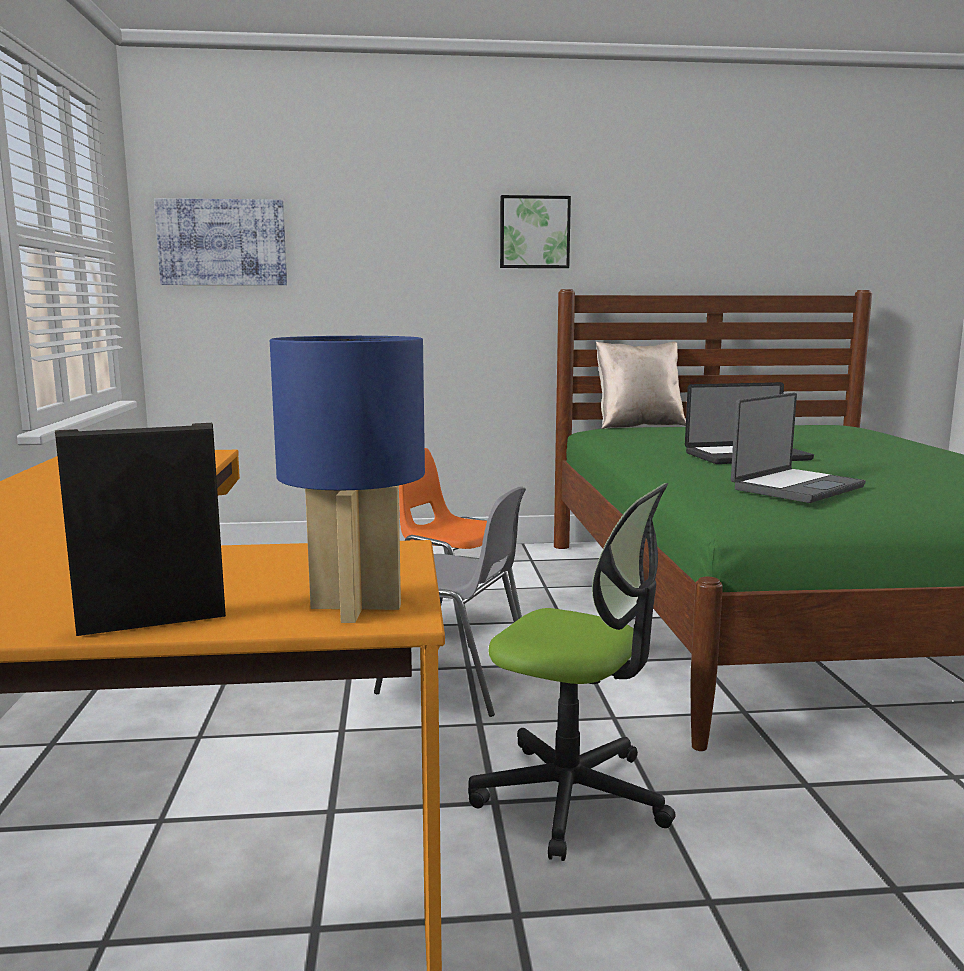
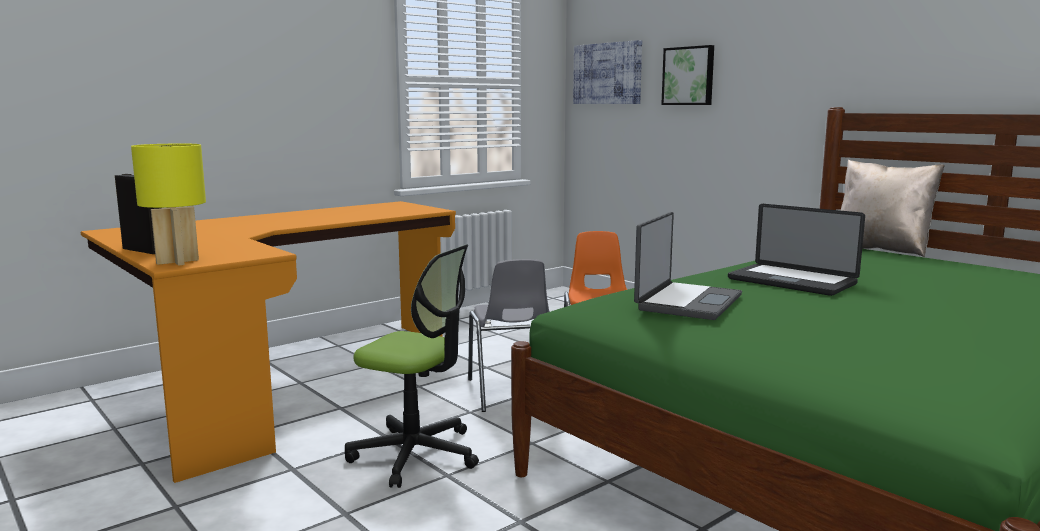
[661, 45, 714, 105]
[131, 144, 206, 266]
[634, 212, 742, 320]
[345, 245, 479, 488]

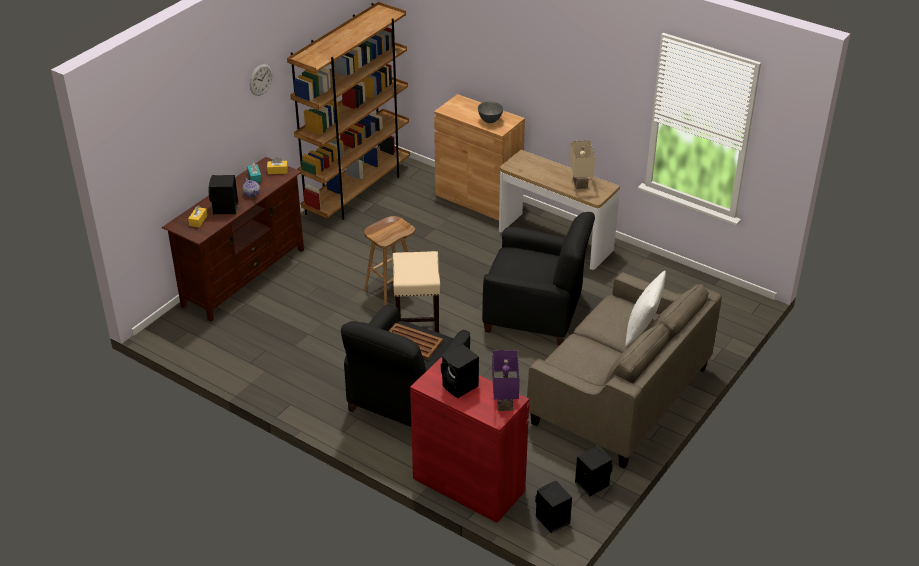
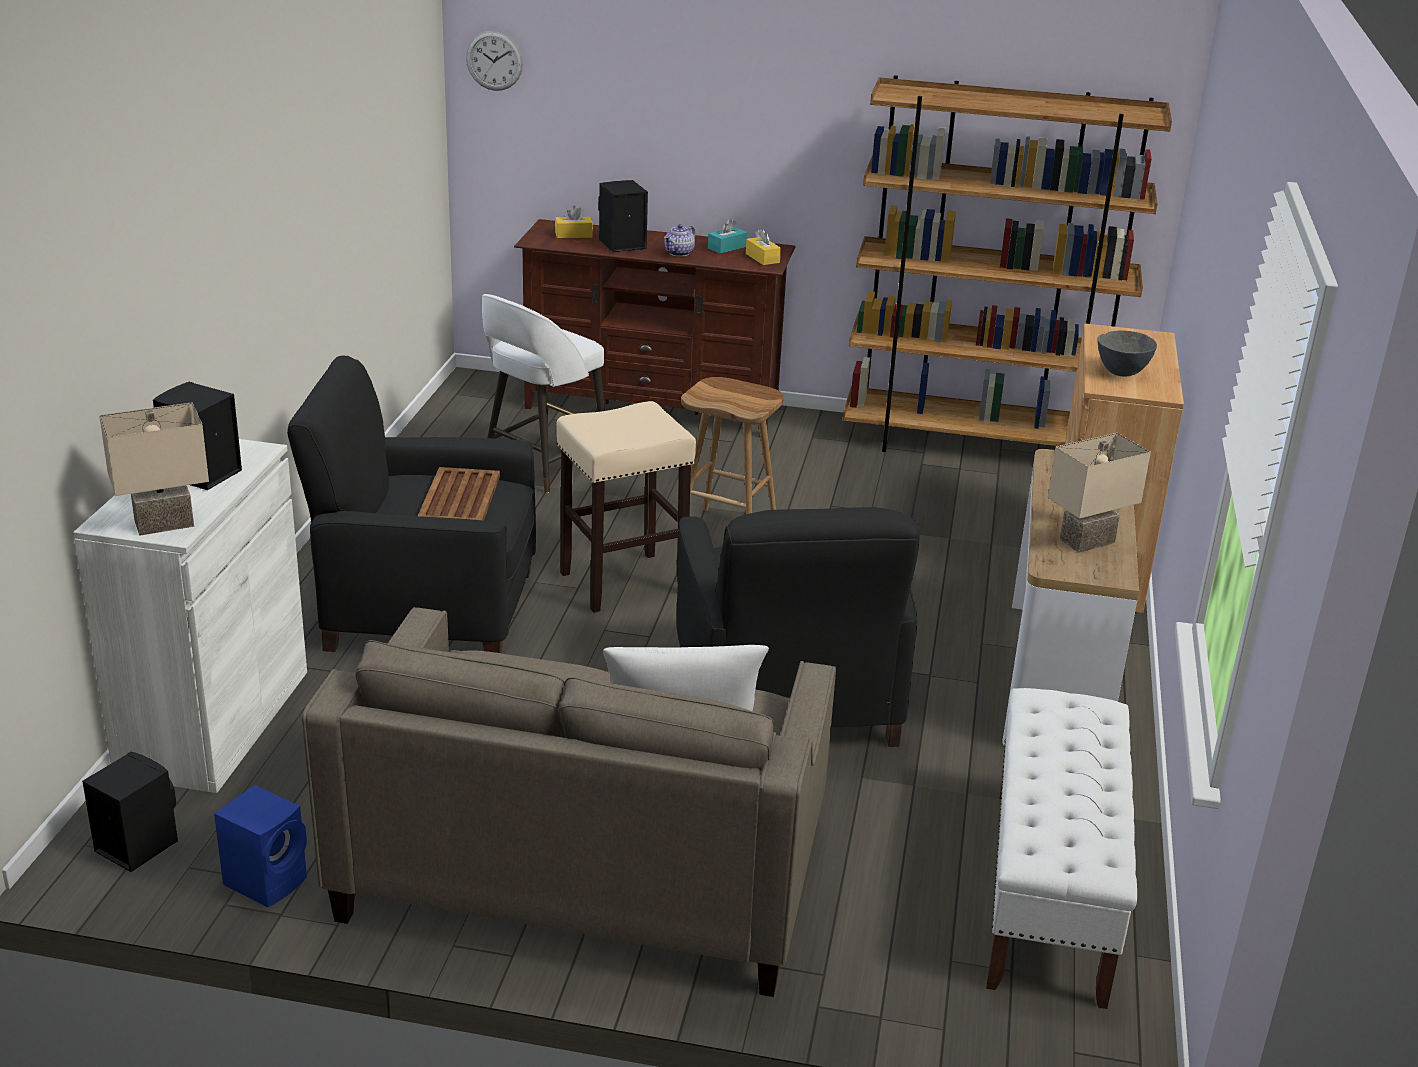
[466, 31, 523, 91]
[99, 402, 209, 536]
[73, 439, 307, 793]
[214, 785, 307, 908]
[482, 294, 605, 493]
[986, 688, 1137, 1009]

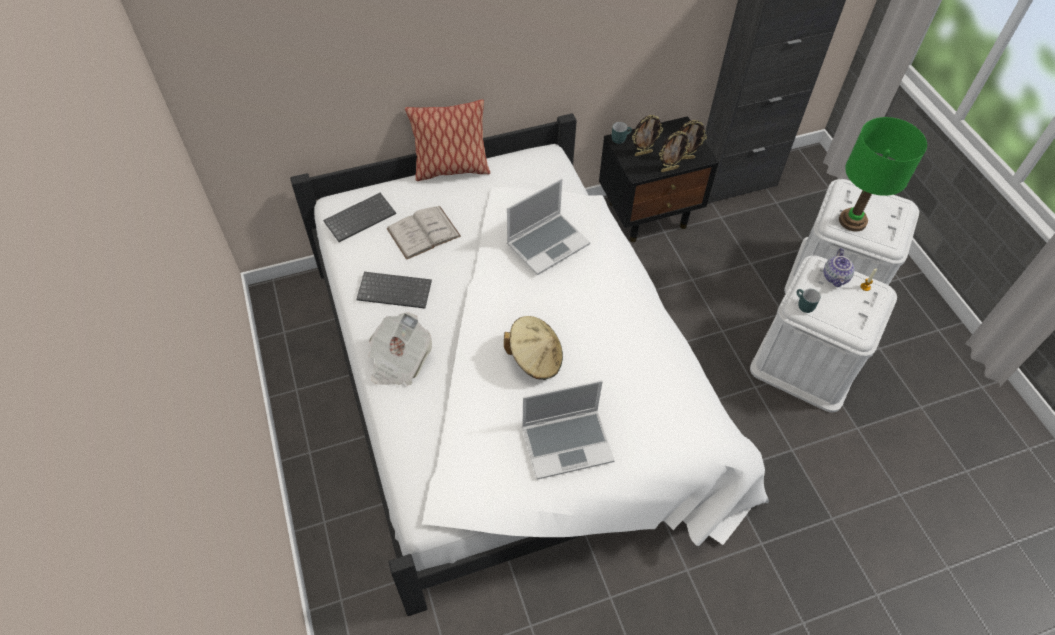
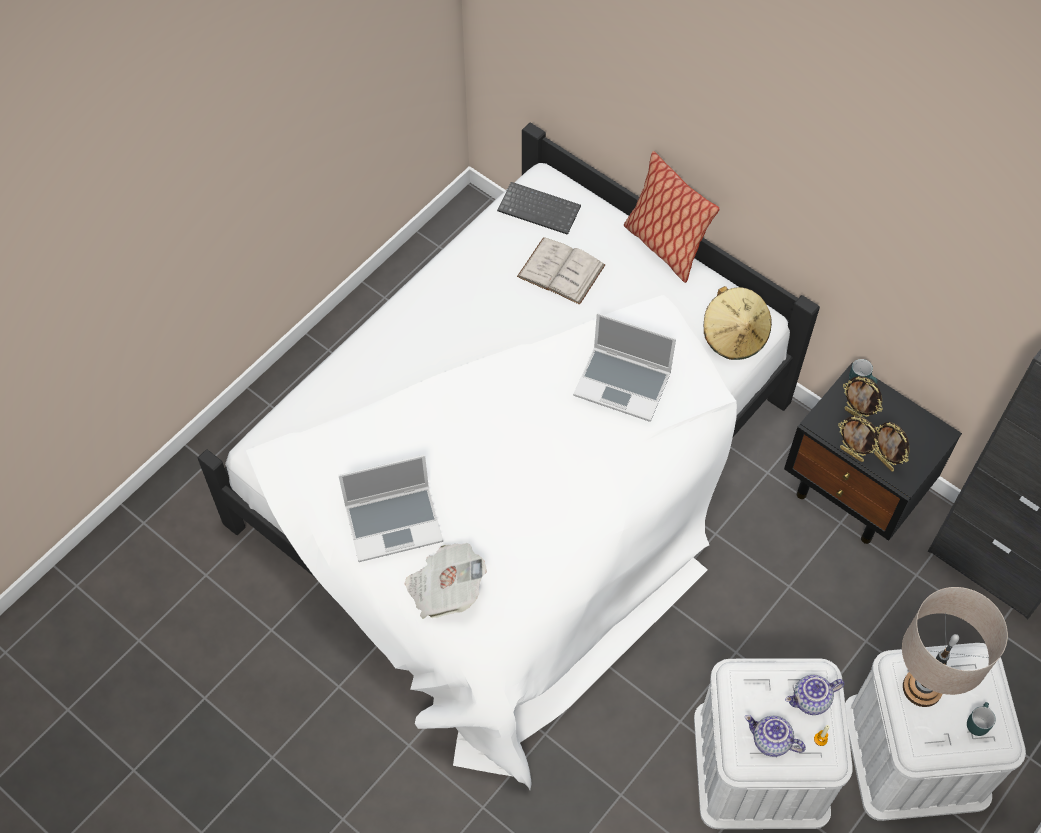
[902, 587, 1008, 707]
[356, 272, 432, 308] (first image)
[967, 702, 996, 736]
[405, 543, 487, 619]
[704, 286, 772, 360]
[338, 455, 443, 562]
[745, 715, 806, 757]

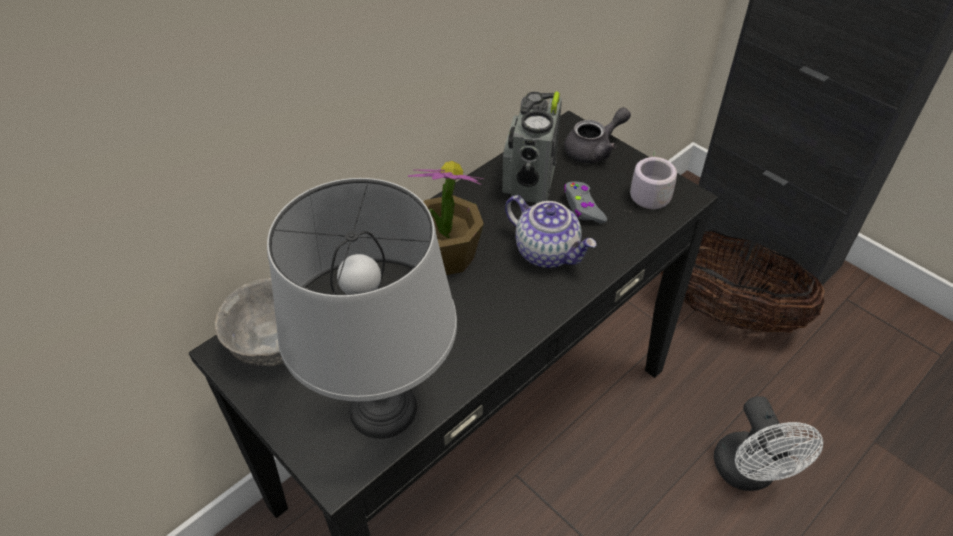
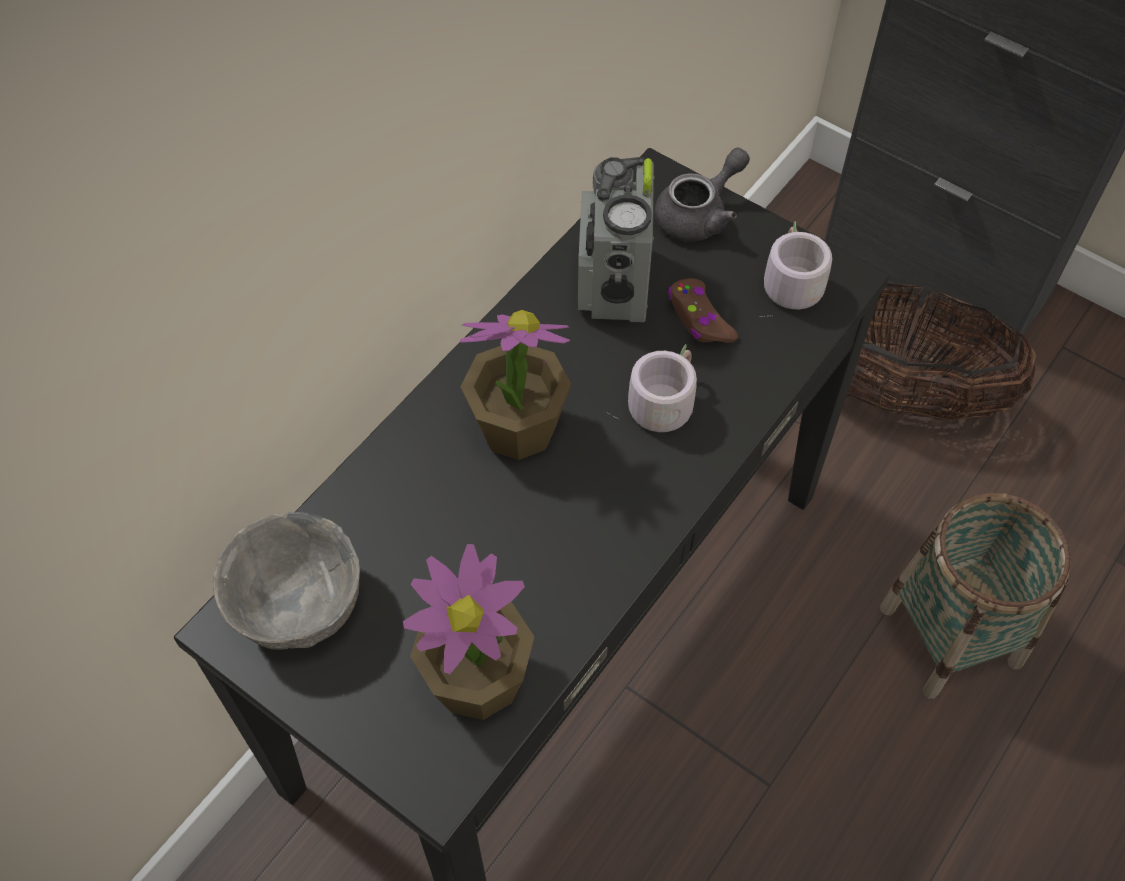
[403, 544, 534, 720]
[668, 278, 738, 343]
[607, 344, 697, 432]
[880, 493, 1071, 699]

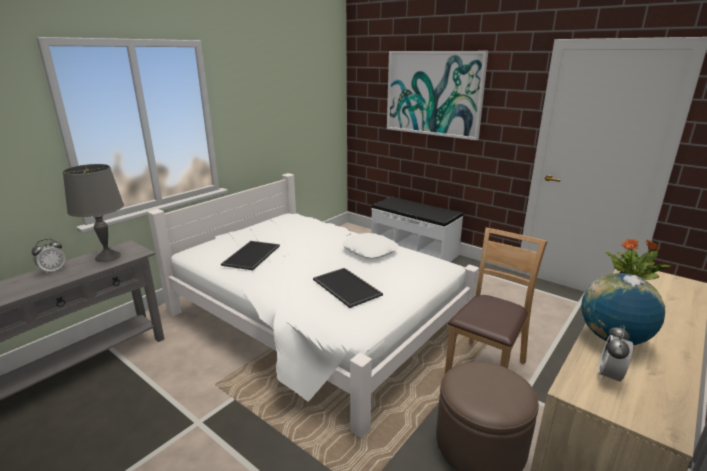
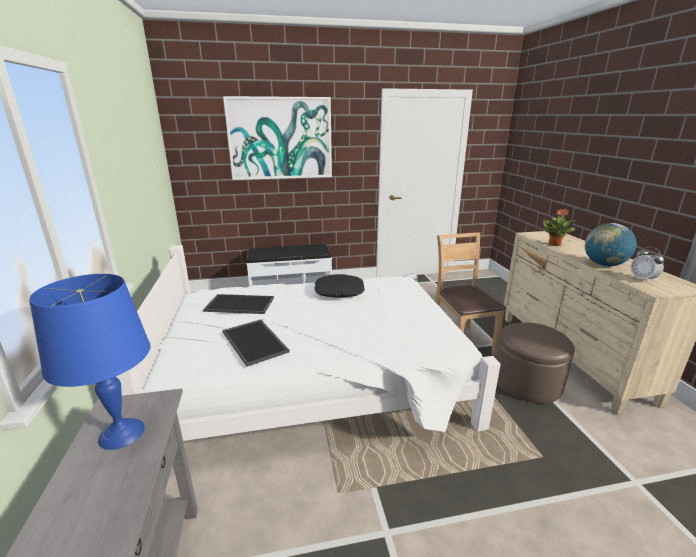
[29, 274, 151, 450]
[314, 274, 365, 298]
[32, 239, 65, 274] (first image)
[203, 294, 274, 314]

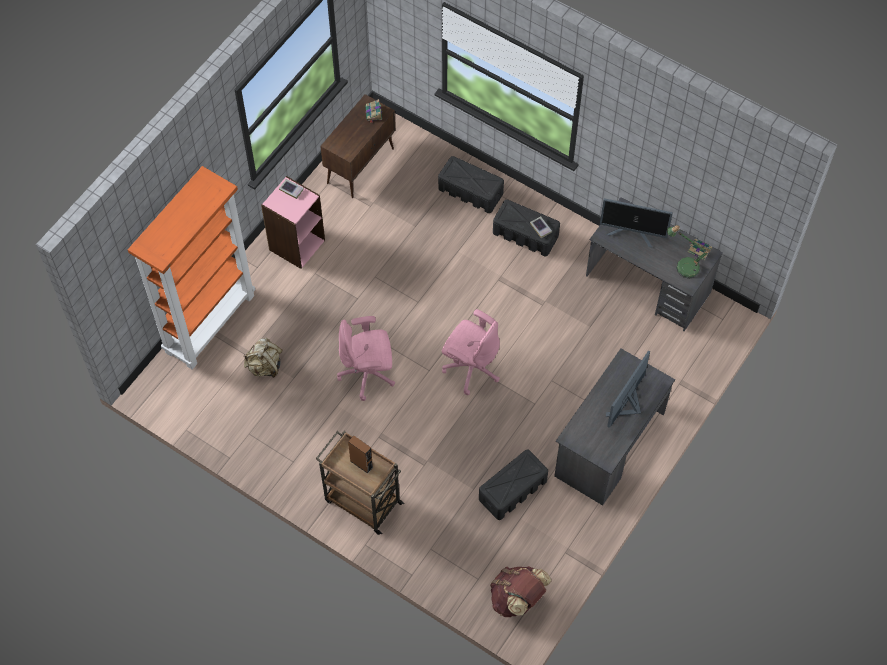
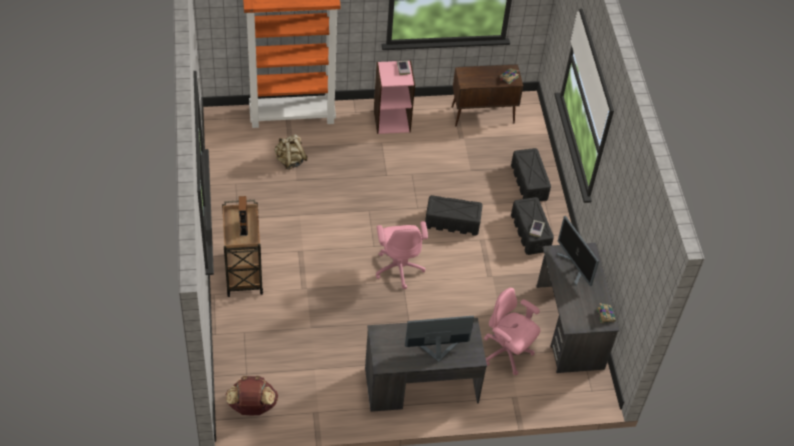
[667, 225, 709, 279] (first image)
[484, 288, 540, 375]
[425, 195, 483, 236]

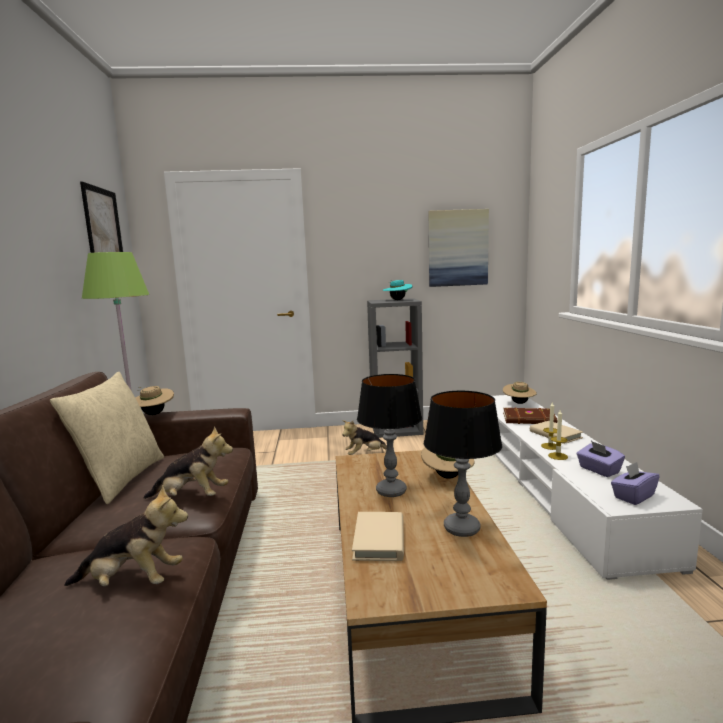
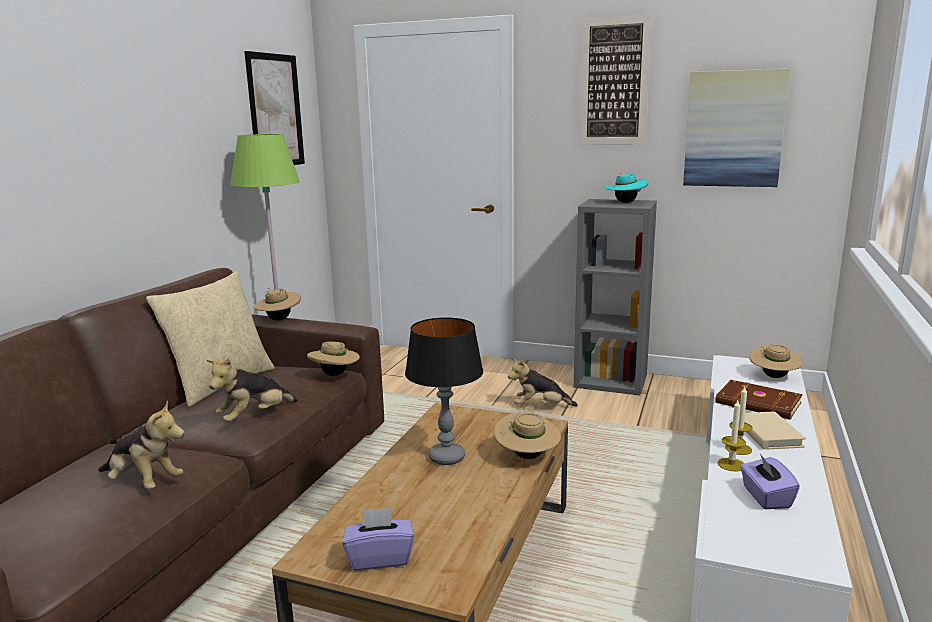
[424, 391, 502, 537] (first image)
[207, 358, 298, 422]
[343, 507, 414, 571]
[352, 512, 404, 561] (first image)
[579, 15, 652, 144]
[307, 341, 360, 376]

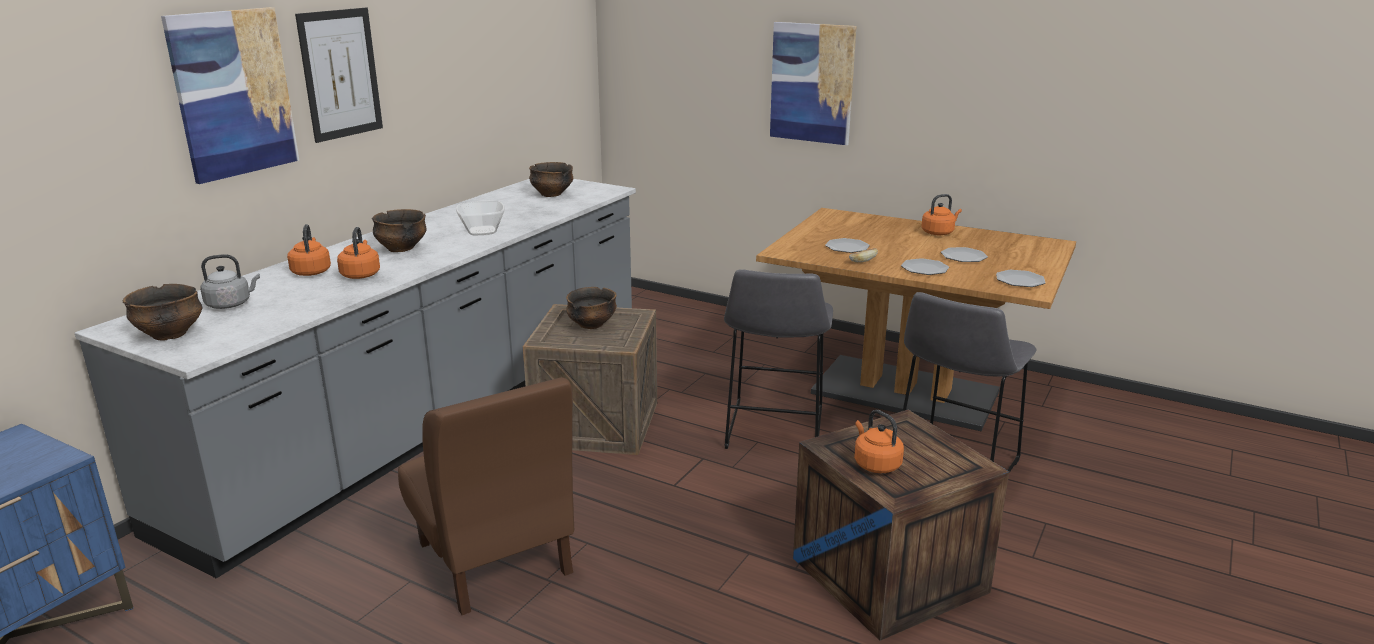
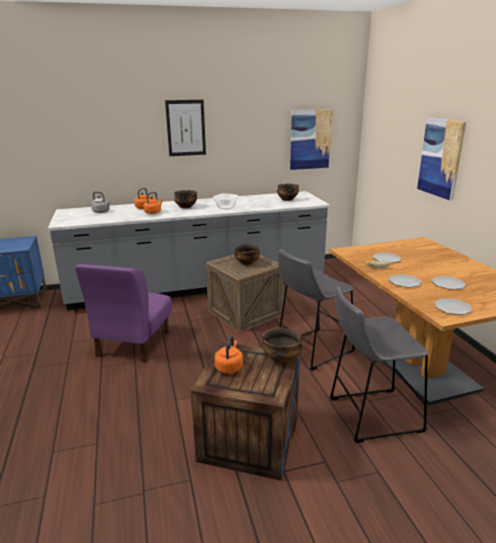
[290, 109, 333, 170]
[921, 194, 962, 235] (first image)
[262, 327, 302, 364]
[75, 264, 172, 363]

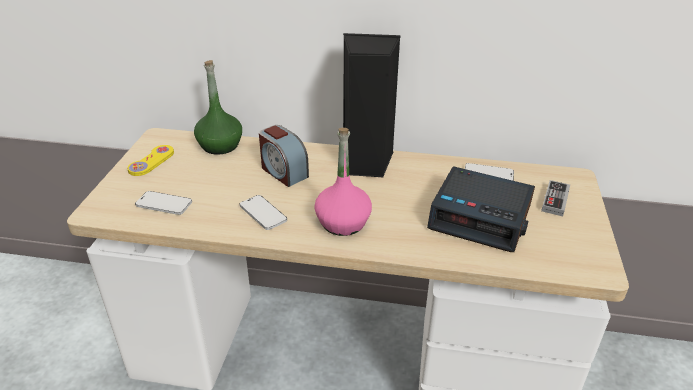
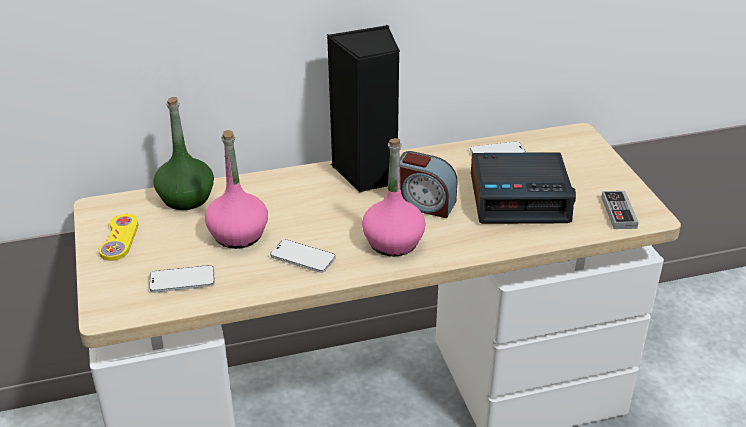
[400, 151, 458, 218]
[601, 191, 639, 229]
[205, 130, 268, 249]

